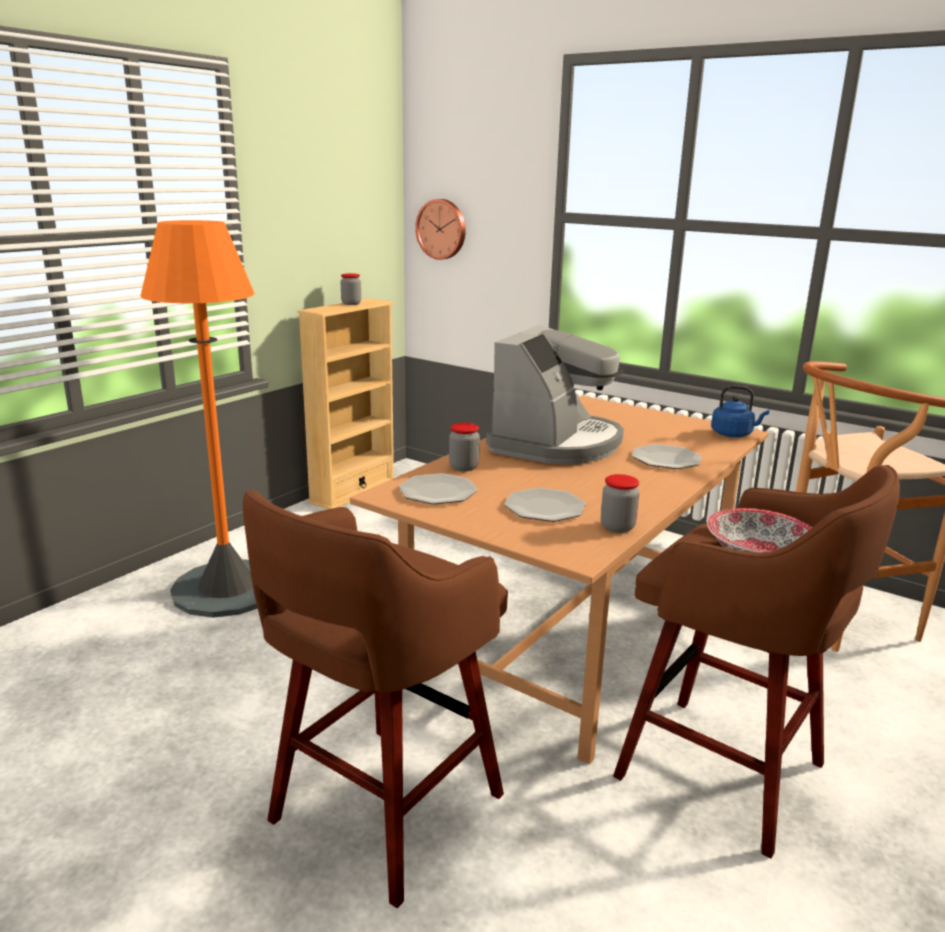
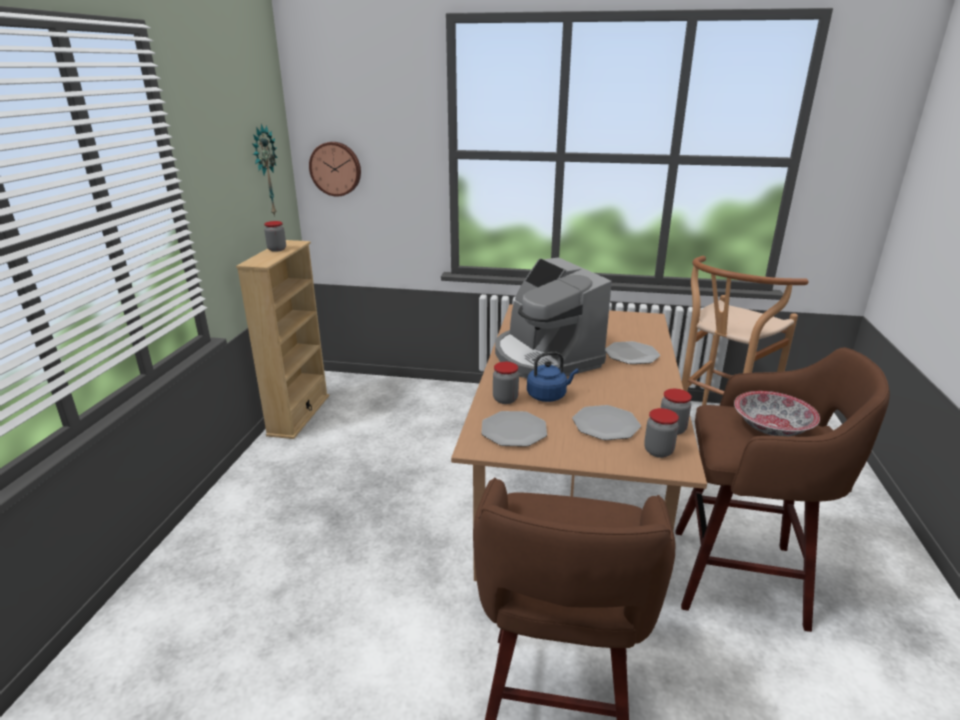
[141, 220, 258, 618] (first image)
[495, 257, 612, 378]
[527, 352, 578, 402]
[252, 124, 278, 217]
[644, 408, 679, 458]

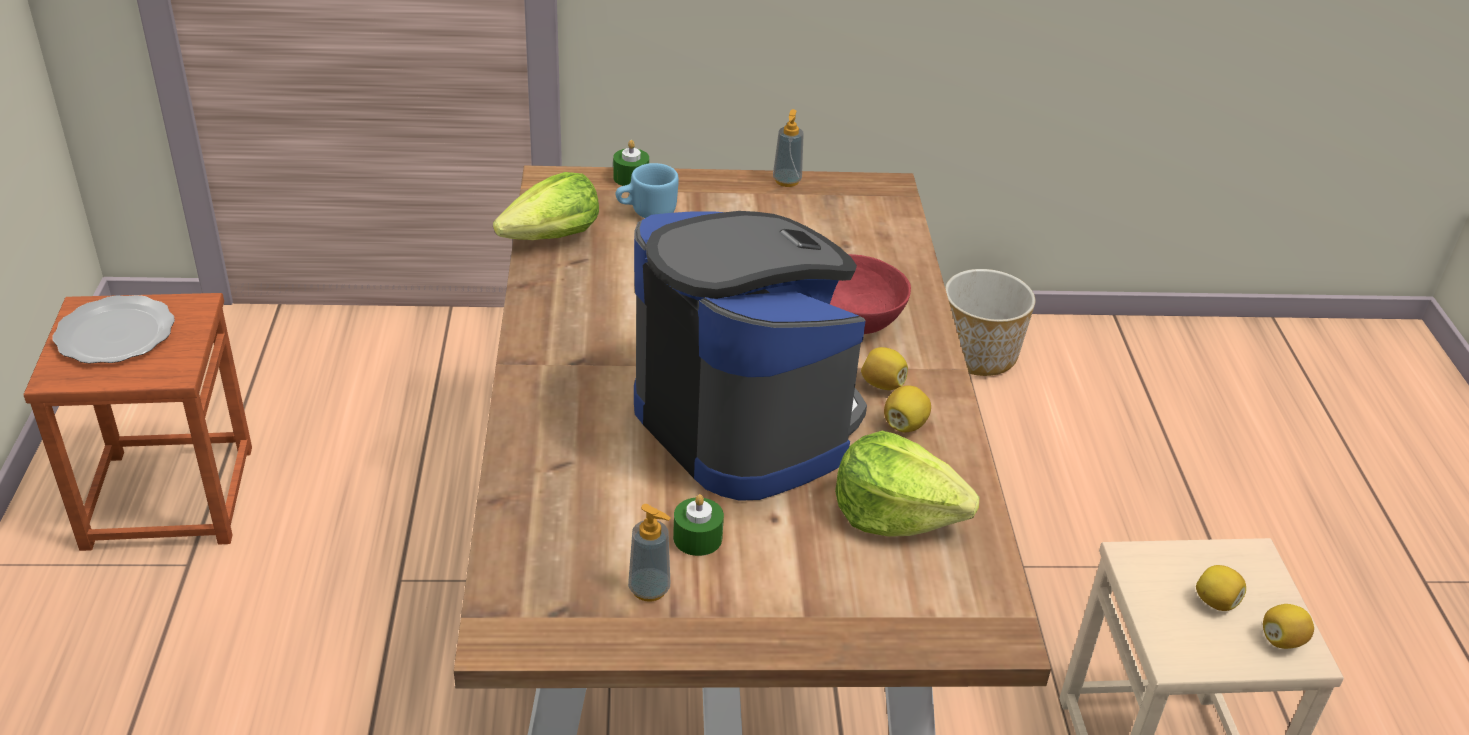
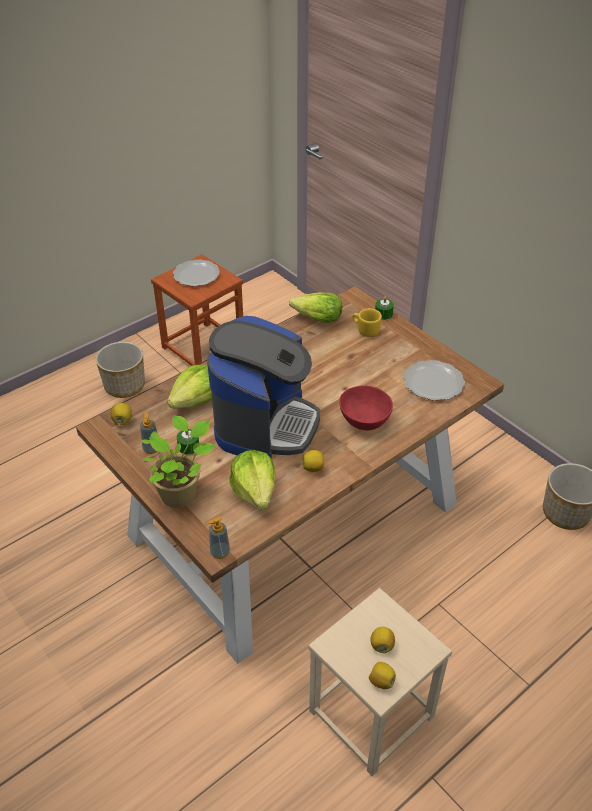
[207, 517, 230, 559]
[353, 308, 382, 337]
[110, 403, 132, 425]
[96, 342, 145, 398]
[404, 360, 465, 401]
[167, 365, 212, 409]
[140, 416, 215, 508]

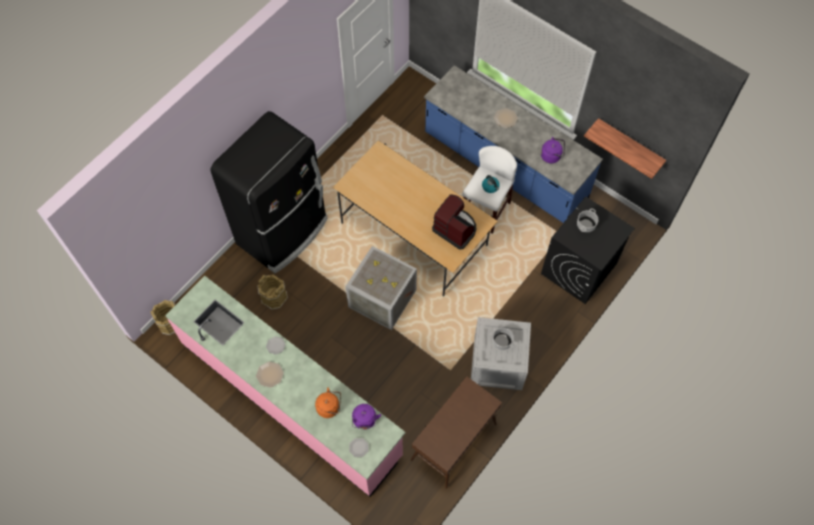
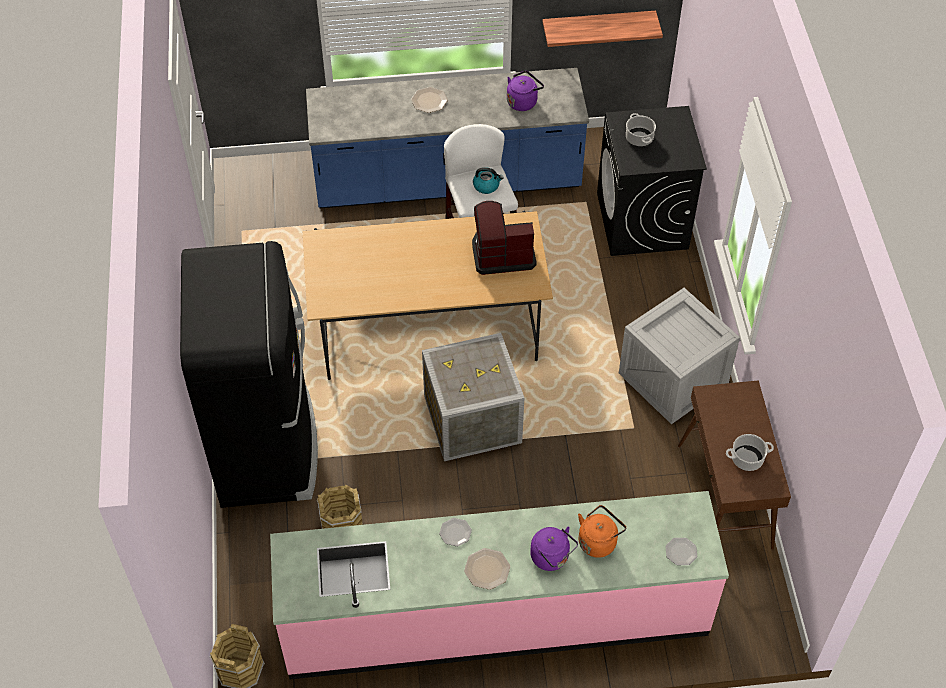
[726, 434, 774, 471]
[530, 527, 578, 571]

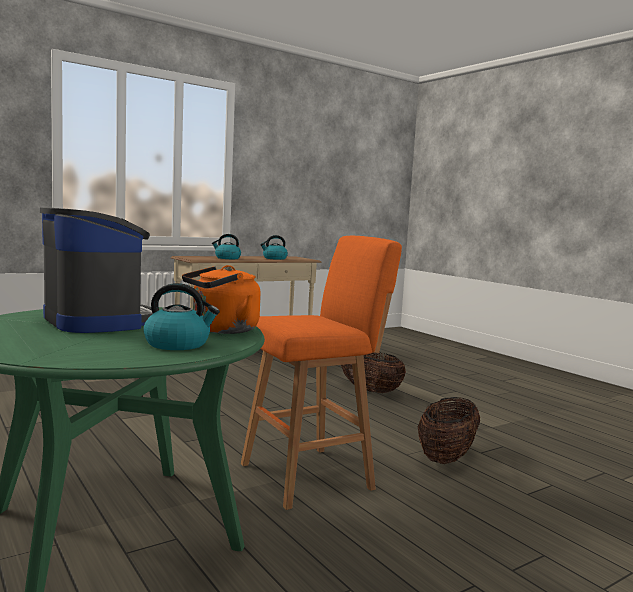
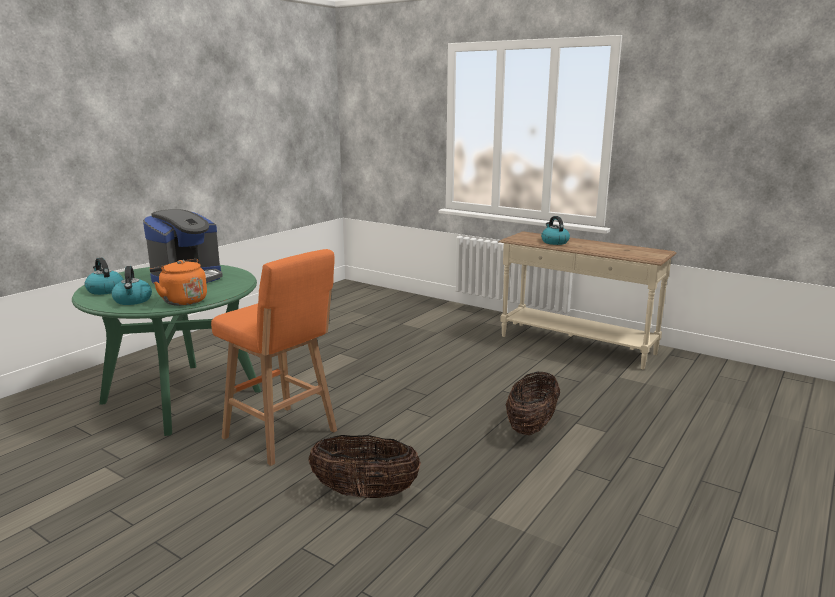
[84, 257, 123, 295]

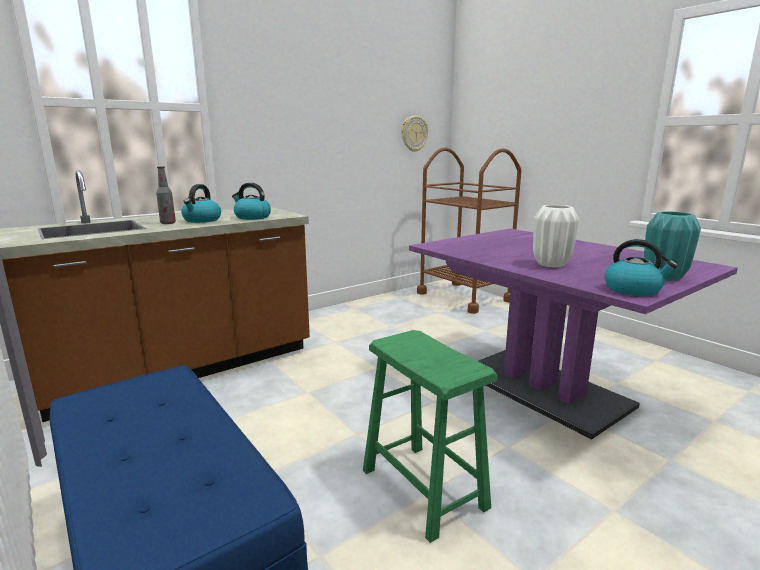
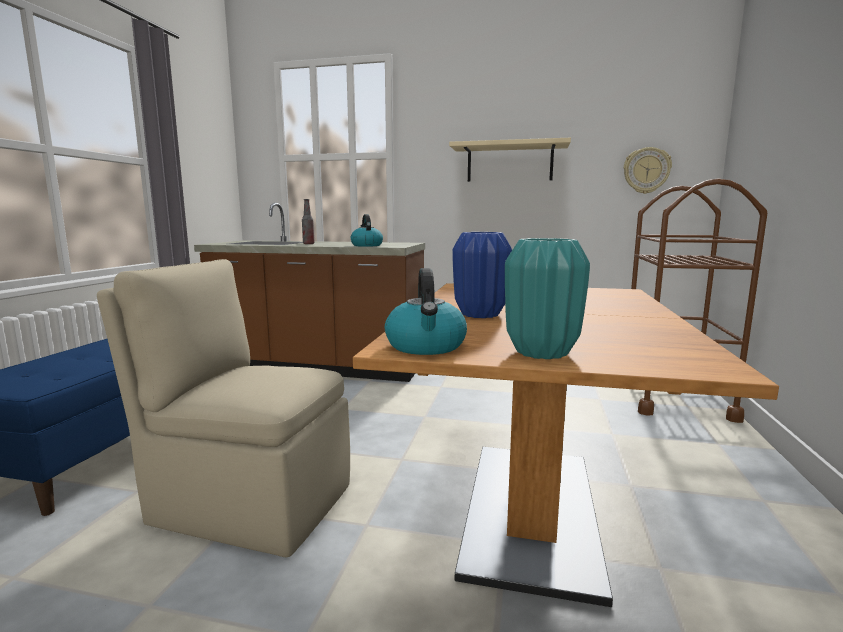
[181, 184, 221, 223] (first image)
[453, 232, 512, 318]
[353, 283, 779, 607]
[97, 259, 350, 557]
[449, 138, 571, 182]

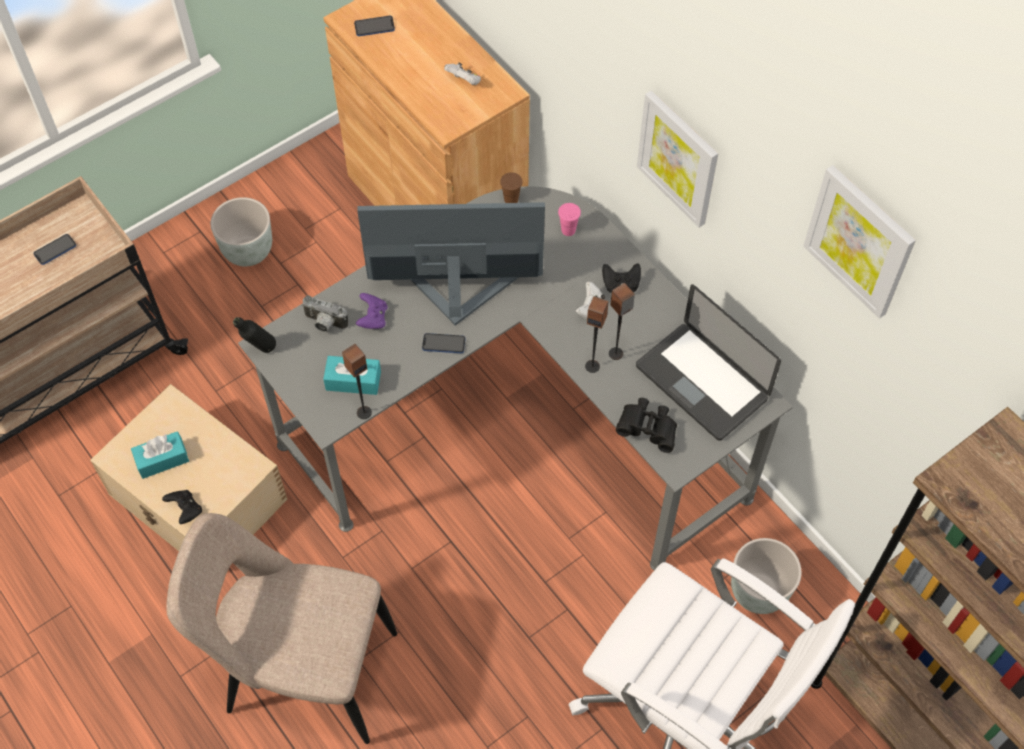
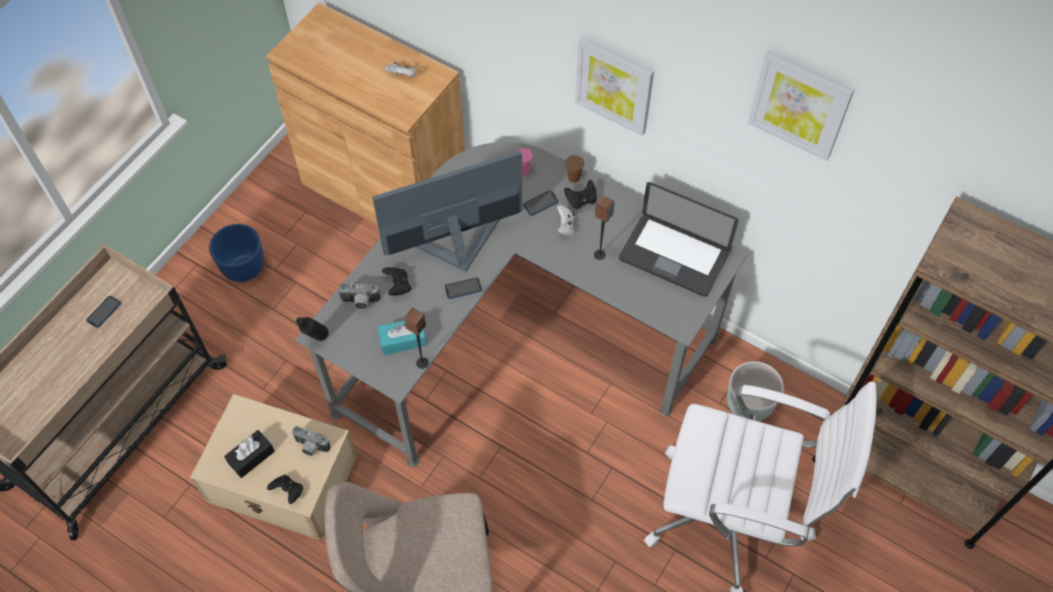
[523, 190, 558, 216]
[566, 155, 584, 183]
[209, 224, 264, 282]
[382, 267, 411, 296]
[585, 296, 609, 373] (first image)
[616, 398, 677, 453] (first image)
[224, 430, 275, 478]
[292, 426, 330, 456]

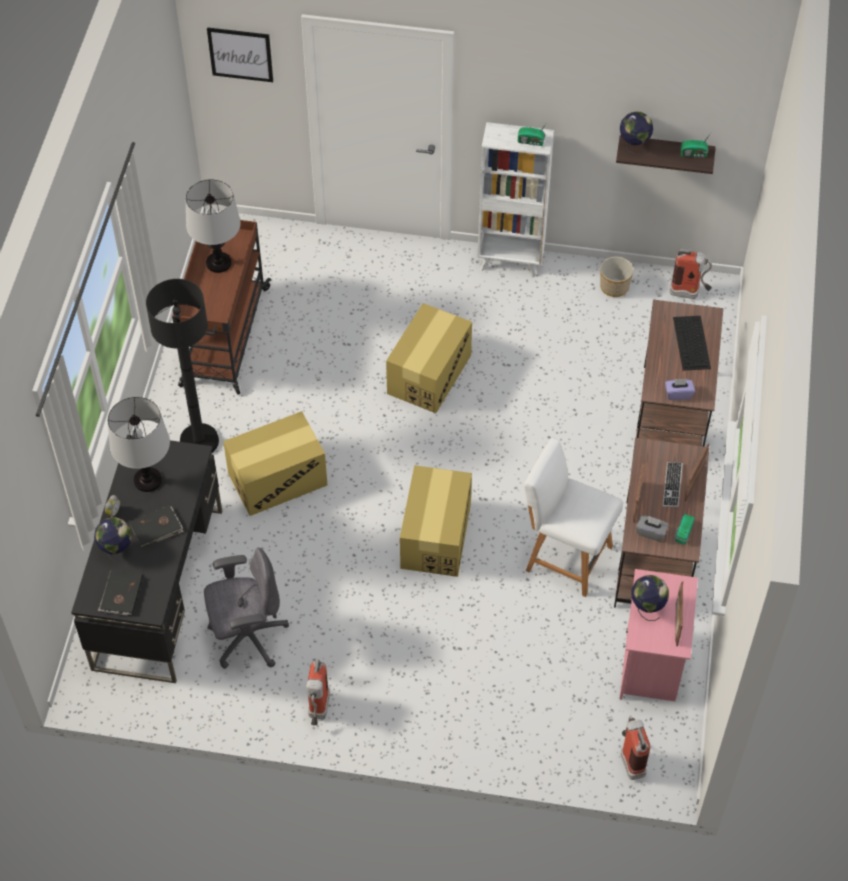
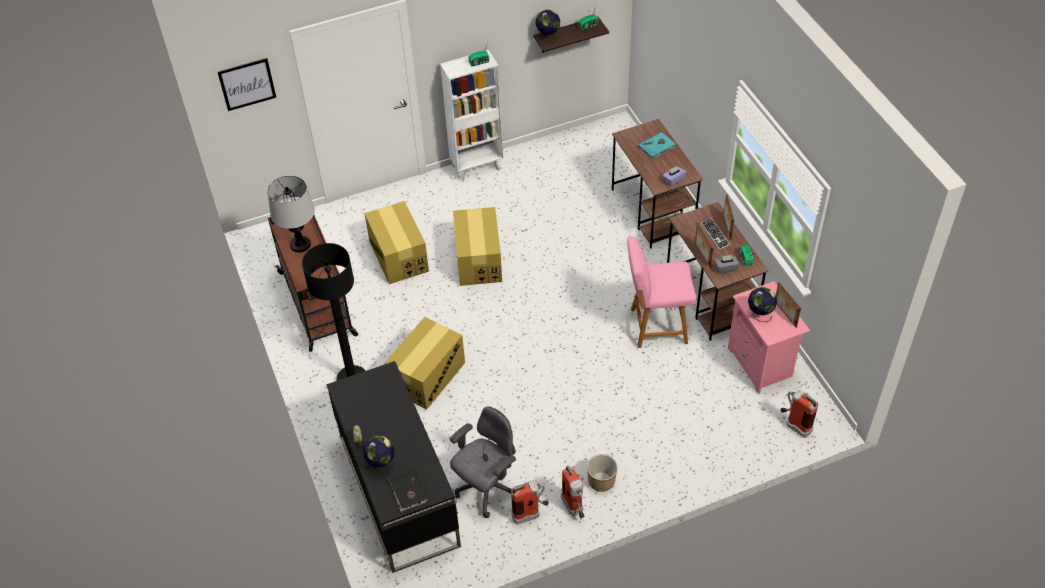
[511, 480, 549, 524]
[587, 454, 618, 492]
[638, 132, 677, 159]
[107, 397, 170, 492] (first image)
[627, 237, 696, 348]
[364, 201, 429, 284]
[129, 505, 183, 548] (first image)

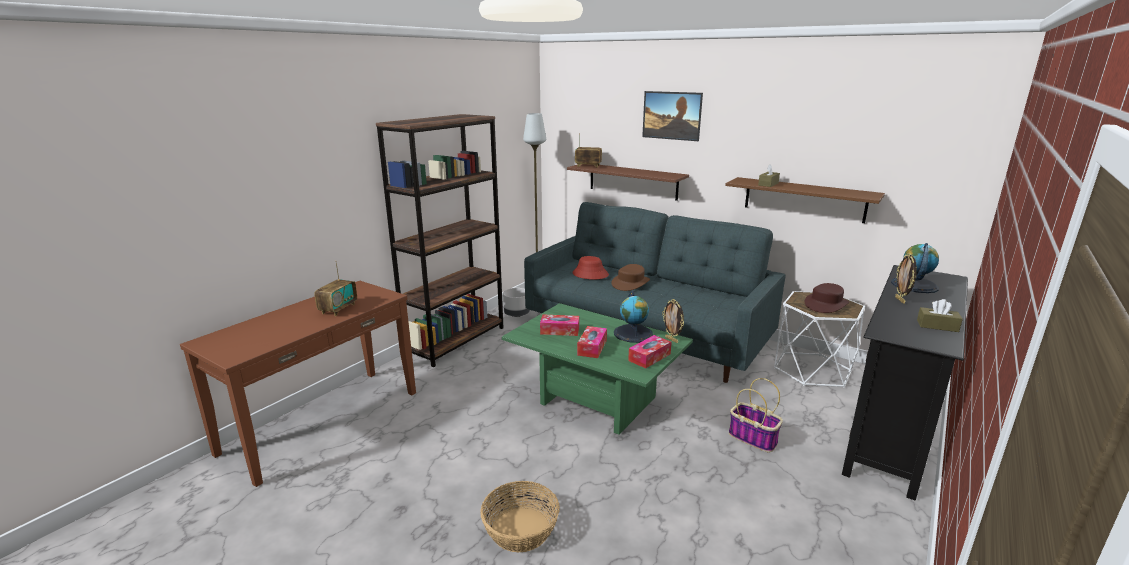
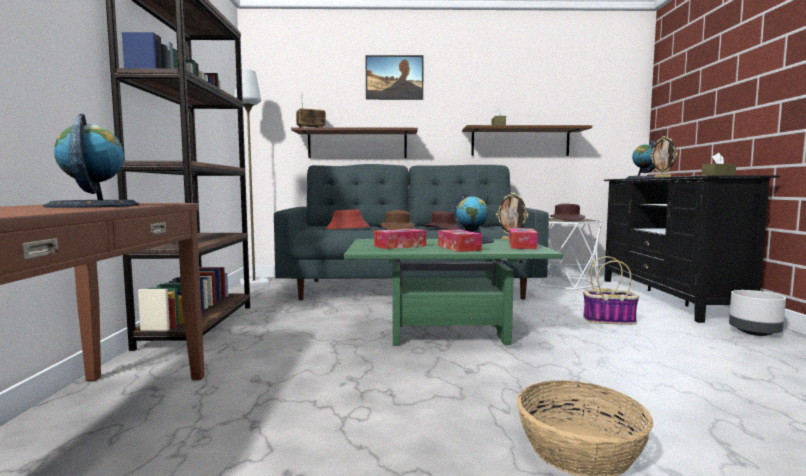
[43, 114, 139, 208]
[729, 290, 786, 336]
[424, 211, 461, 230]

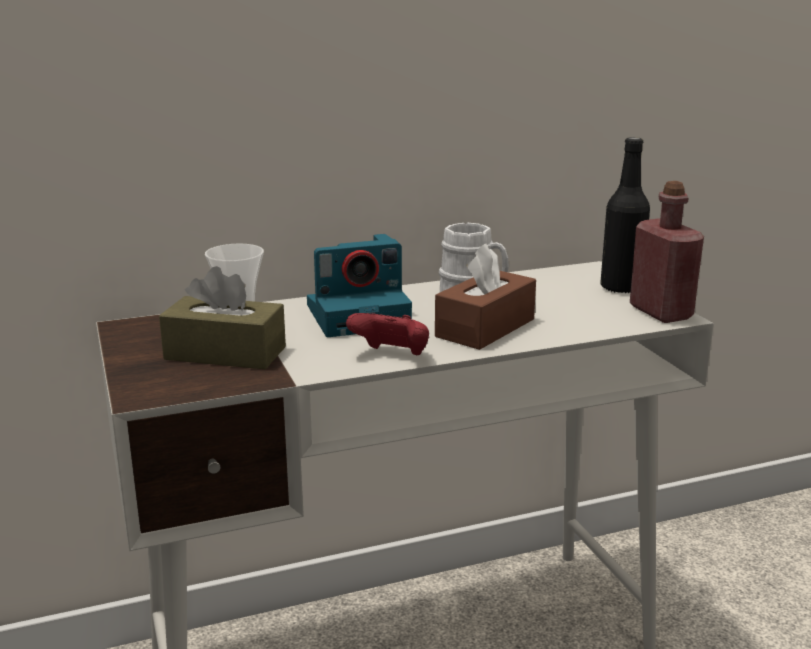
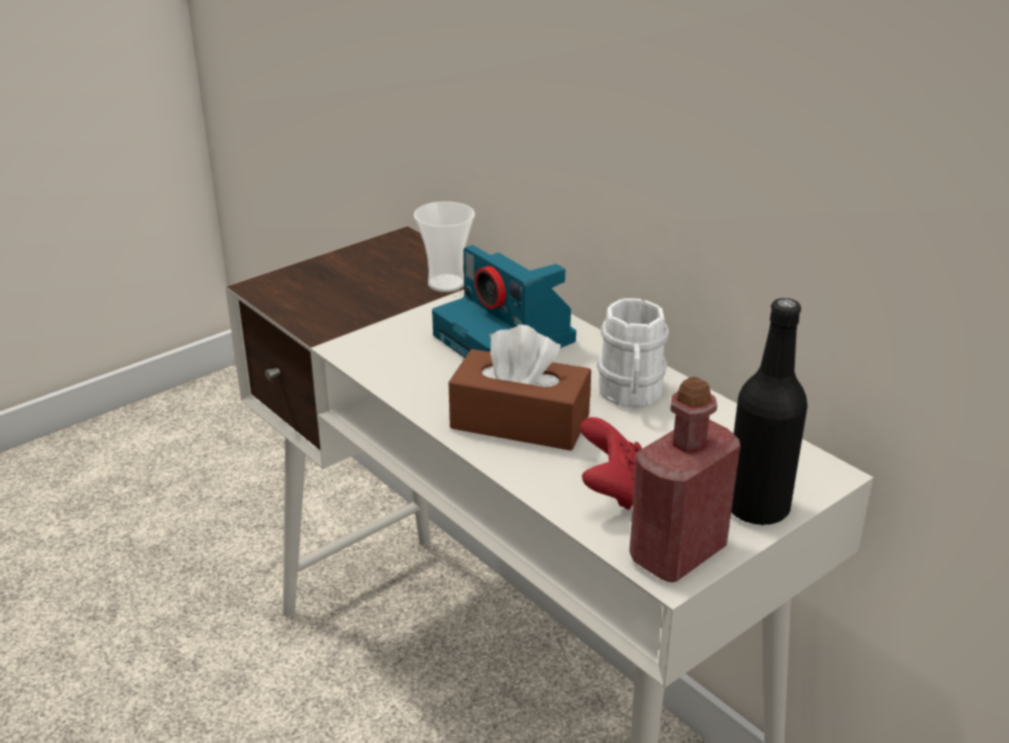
[159, 266, 286, 369] (first image)
[580, 417, 642, 510]

